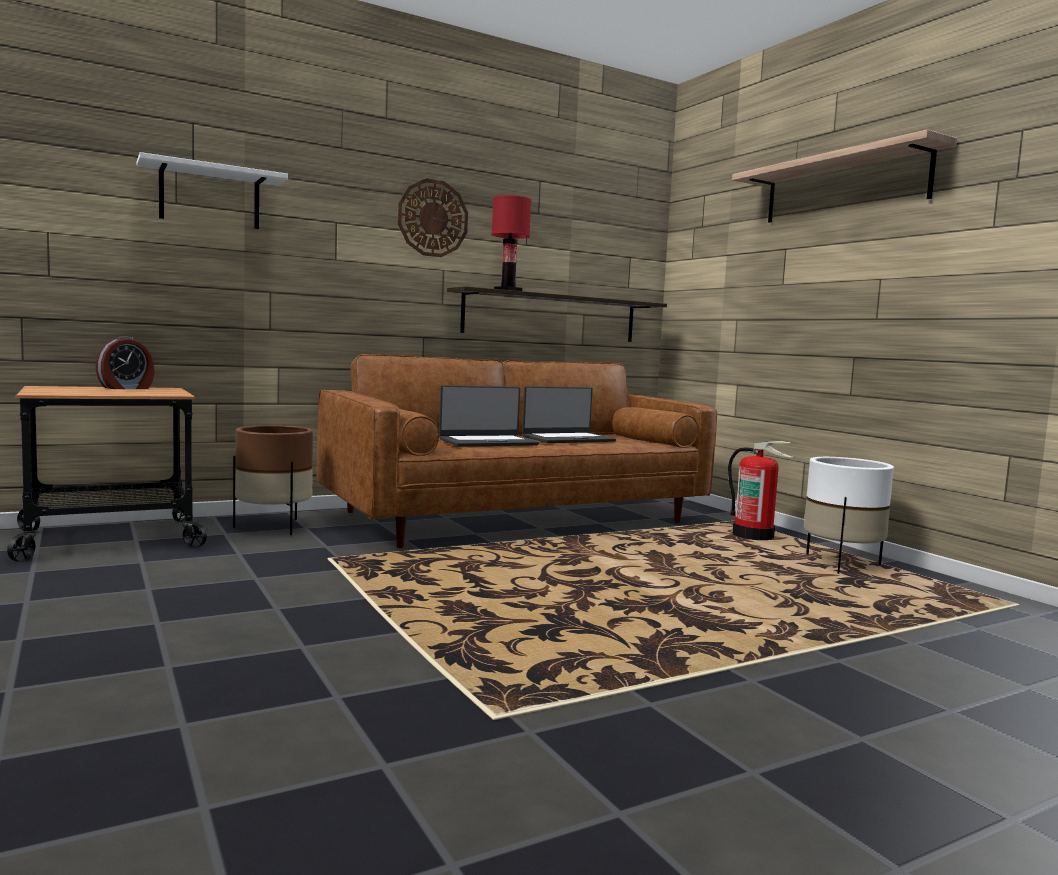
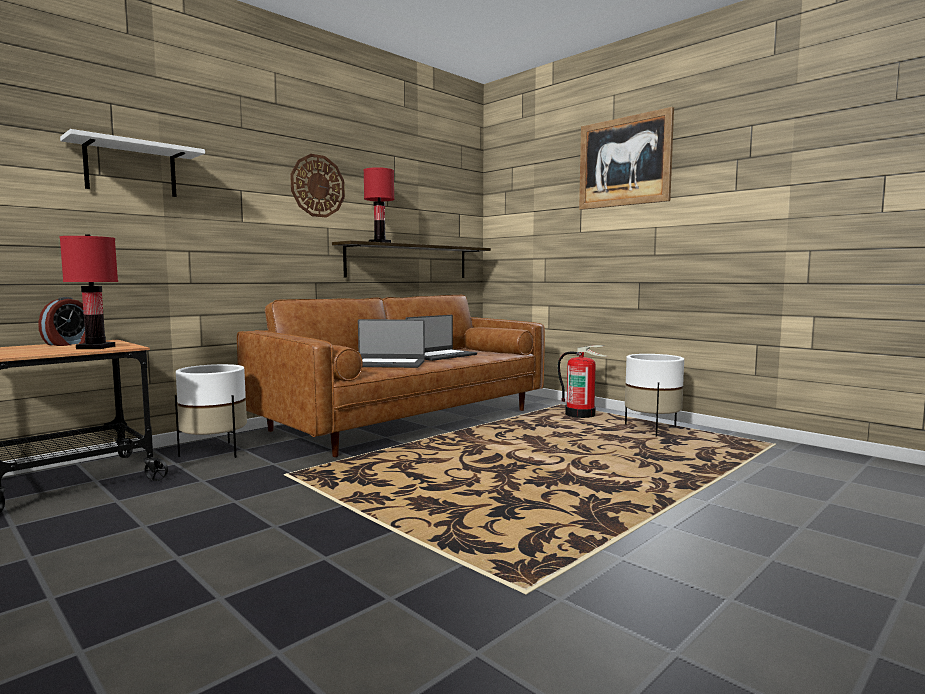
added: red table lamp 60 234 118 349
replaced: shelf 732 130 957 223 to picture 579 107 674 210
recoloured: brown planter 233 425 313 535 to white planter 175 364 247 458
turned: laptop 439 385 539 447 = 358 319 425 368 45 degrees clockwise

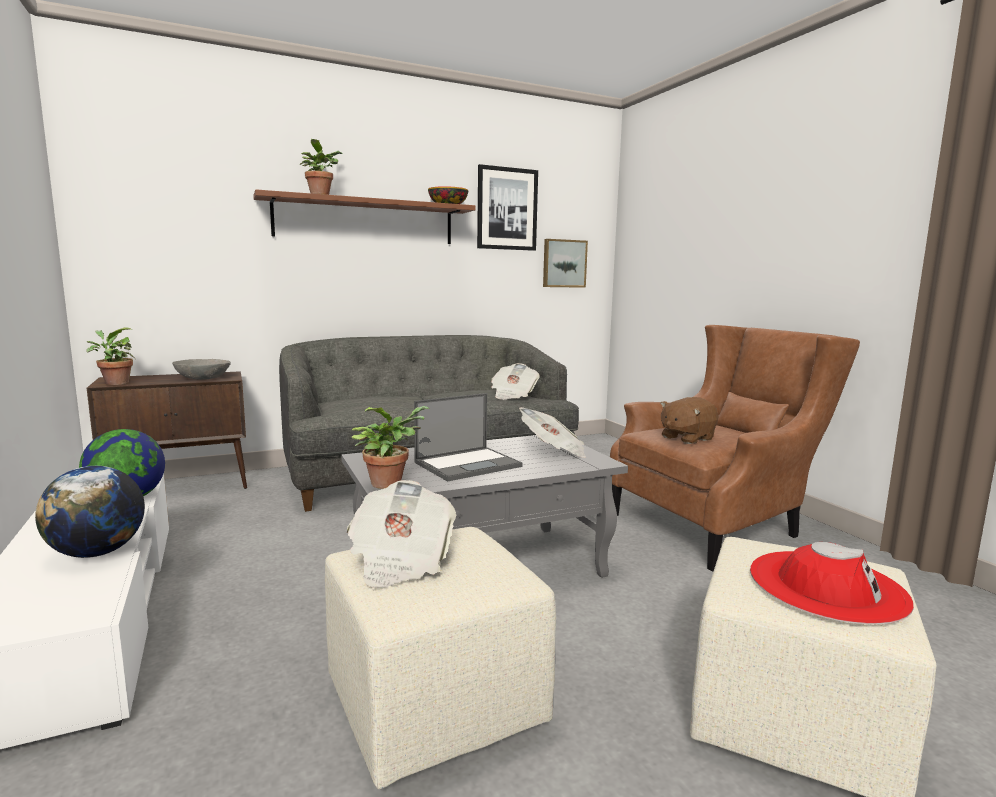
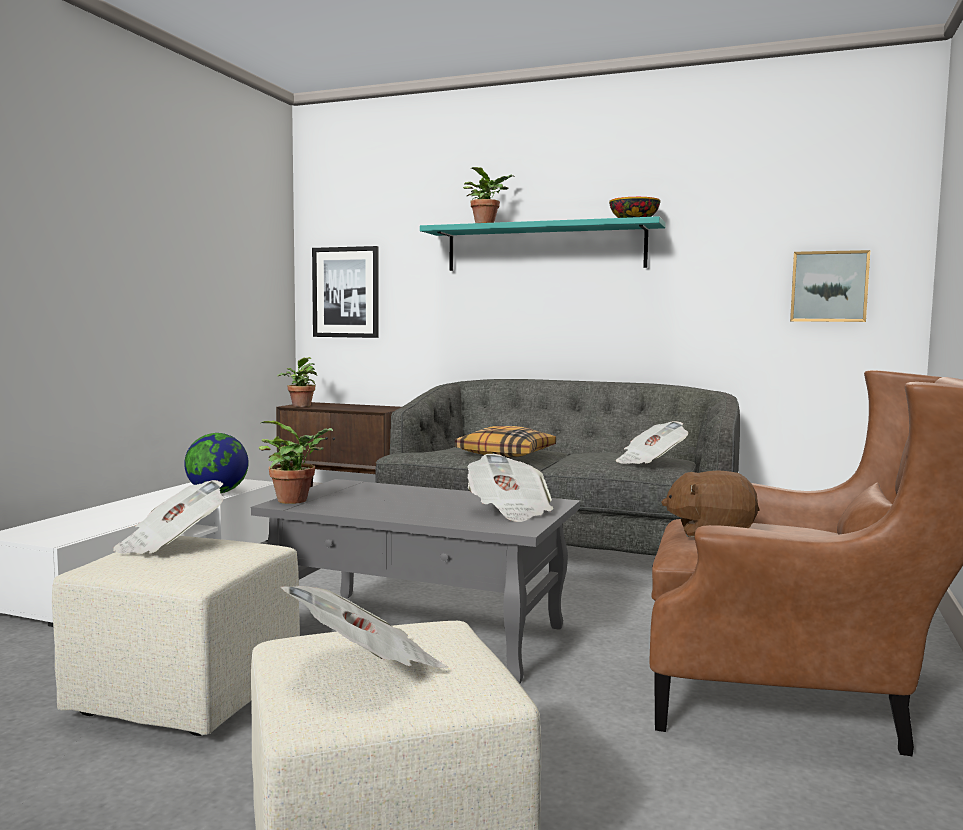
removed: grey bowl 172 359 231 380; laptop 414 393 523 482; globe 35 466 145 558
added: pillow 455 426 556 458
moved: picture 477 164 538 251 to 312 246 379 338
replaced: red hat 750 542 914 624 to newspaper 280 586 449 668
recoloured: brown shelf 253 190 475 244 to turquoise shelf 420 216 666 271

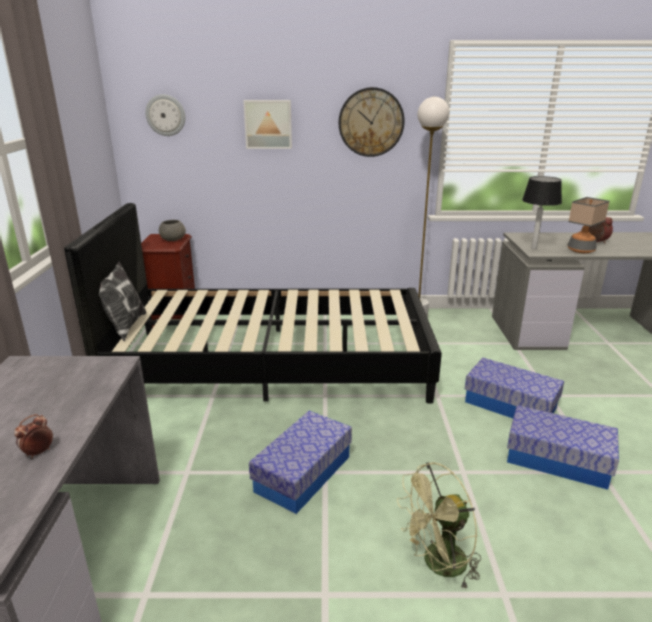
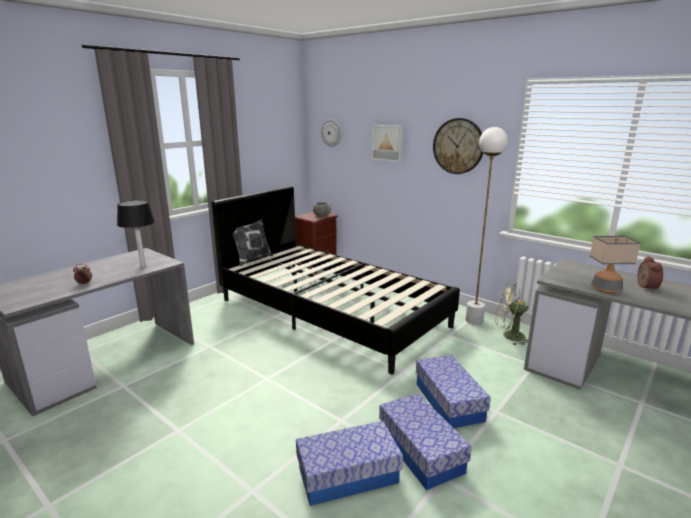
moved: table lamp 522 176 562 249 to 117 200 155 267; storage box 249 411 352 514 to 296 421 403 506; green fan 397 462 481 588 to 495 282 528 345

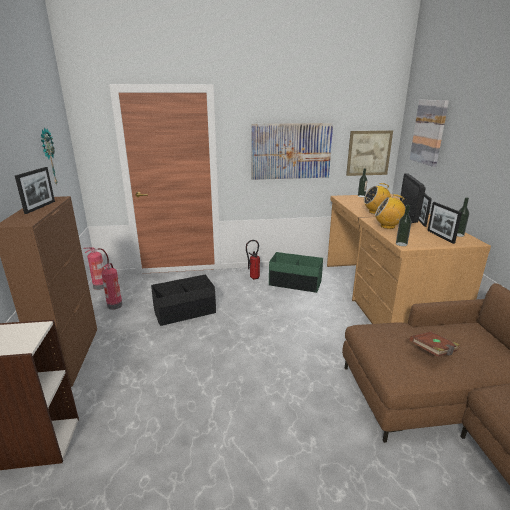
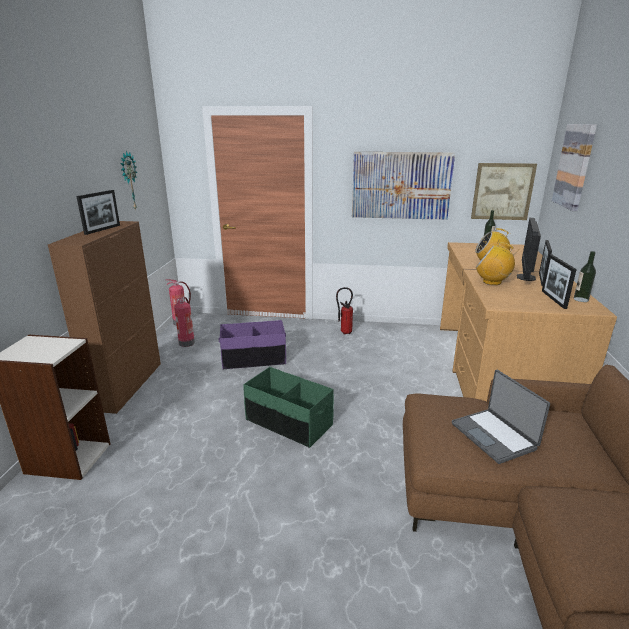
removed: bottle 396 205 411 246
moved: green storage box 269 252 323 293 to 243 367 334 448
replaced: brown book 409 332 460 357 to laptop 451 370 550 464
recoloured: black storage box 151 274 216 326 to purple storage box 219 320 286 369

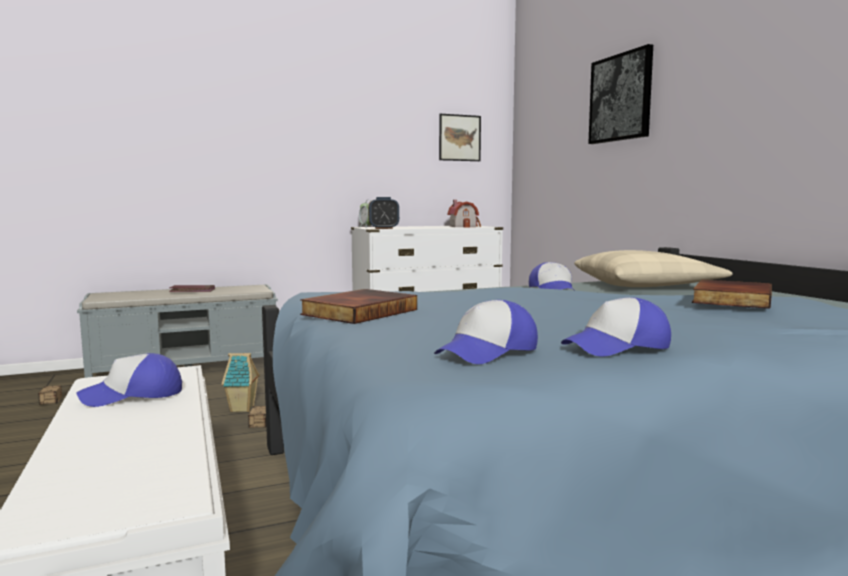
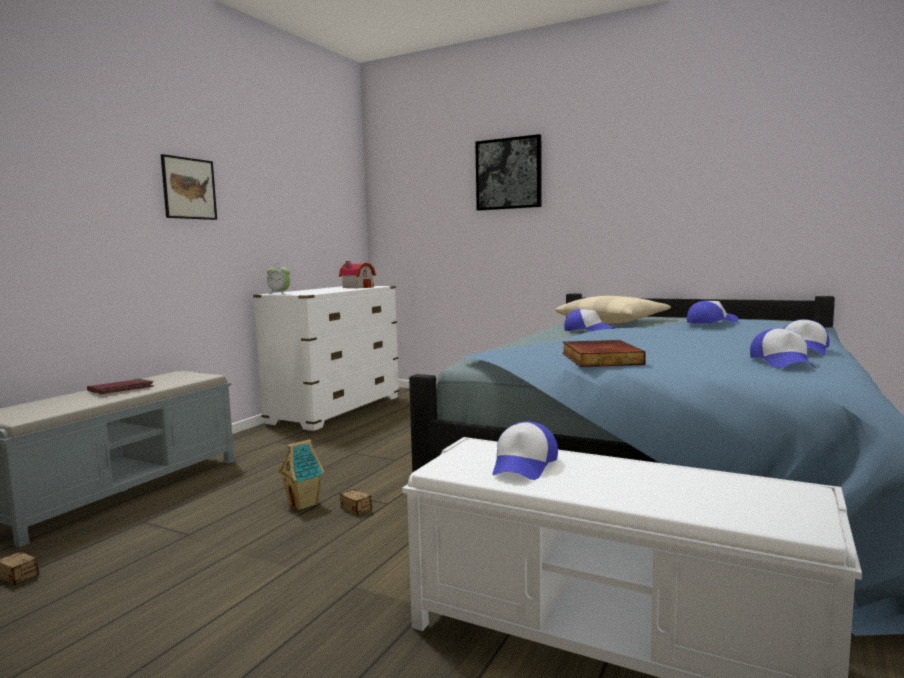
removed: alarm clock 368 197 399 229
moved: picture 439 114 481 161 to 161 154 217 220
replaced: book 692 280 772 309 to cap 687 301 738 324

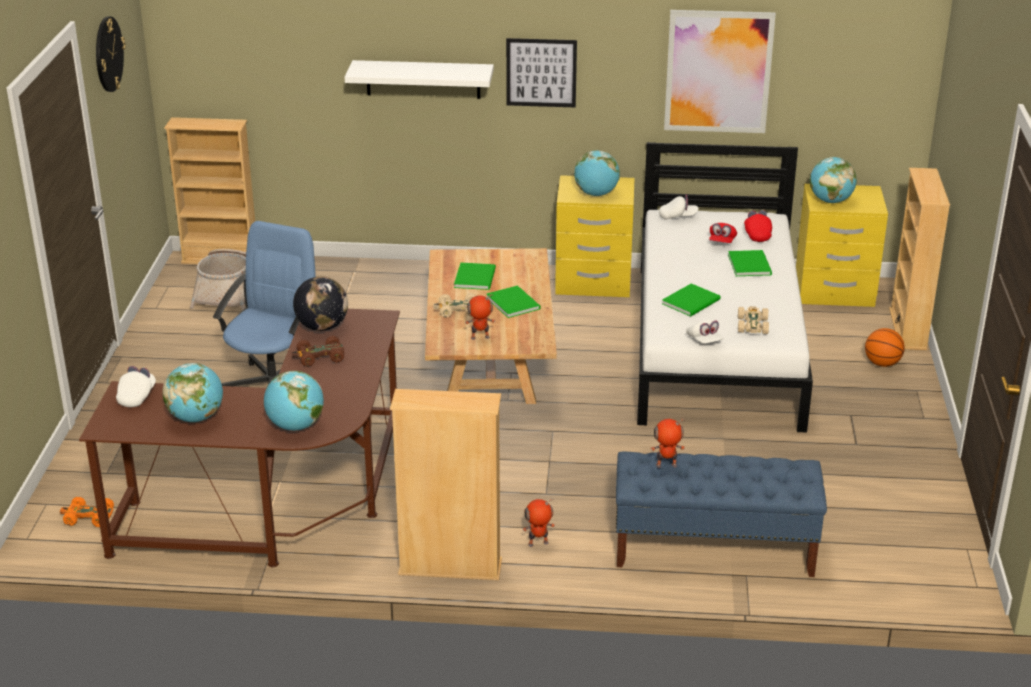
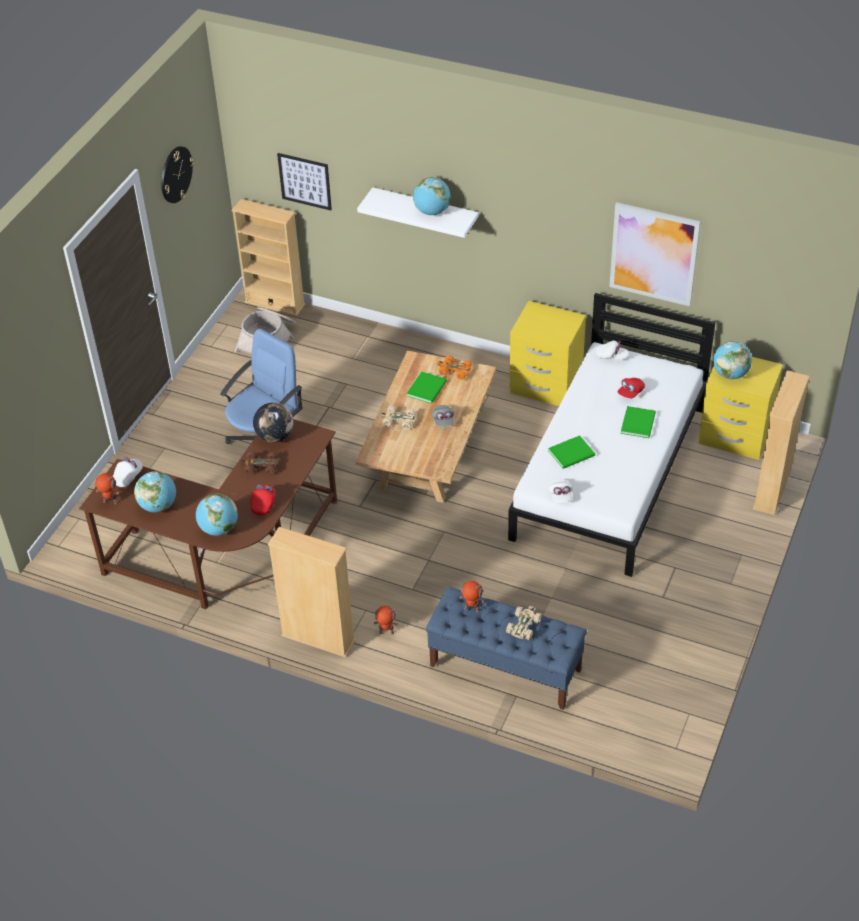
removed: basketball 865 328 905 367
moved: picture 506 38 577 107 to 277 153 332 210; globe 574 150 620 196 to 413 177 451 215; red cap 744 210 772 242 to 251 484 276 515; toy robot 465 294 495 340 to 95 473 119 504; beige toy car 738 306 769 334 to 506 606 542 640; orange toy car 60 497 114 527 to 437 356 472 380
replaced: green book 487 285 541 318 to grey cap 432 405 454 427

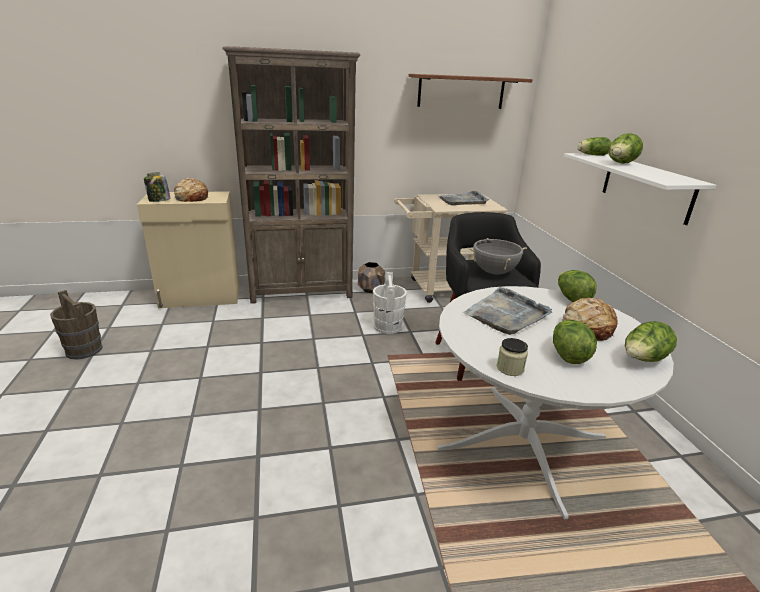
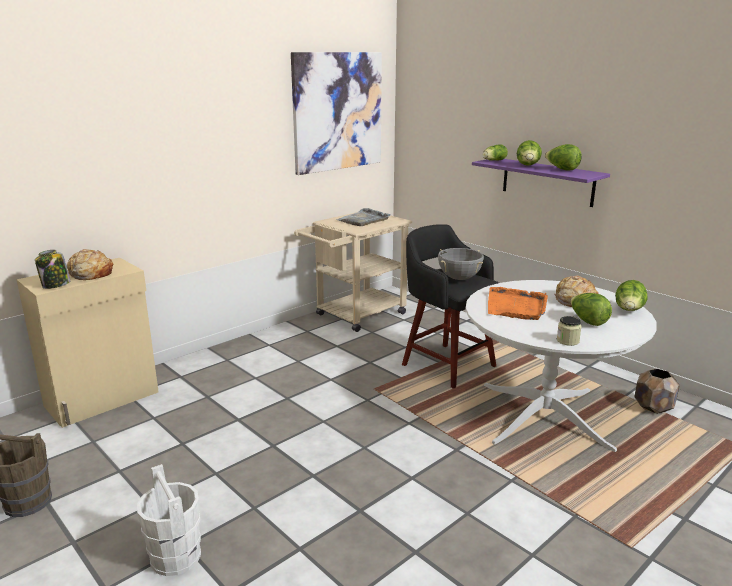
removed: brown bookcase 222 46 360 304
moved: brown planter 358 262 385 293 to 634 369 680 414; lettuce 558 270 597 302 to 545 144 582 171; white bucket 373 272 407 334 to 137 464 201 576
replaced: brown shelf 408 74 533 109 to picture 291 52 382 175
recoloured: white shelf 564 153 716 225 to purple shelf 472 159 610 207; grey tray 463 287 552 335 to orange tray 488 287 548 320

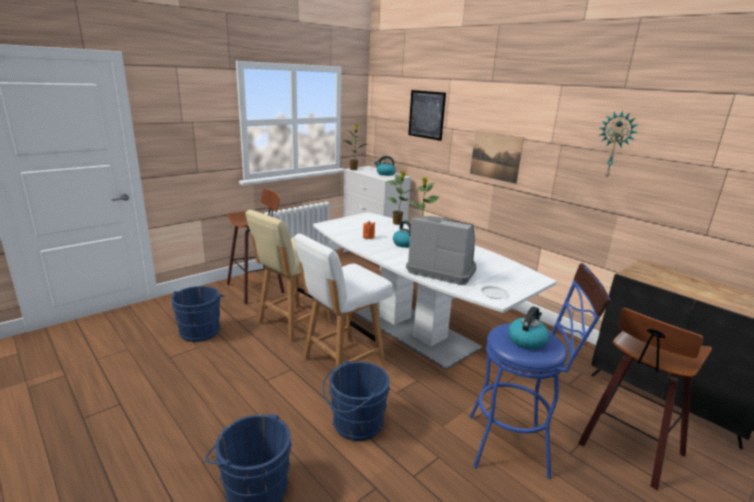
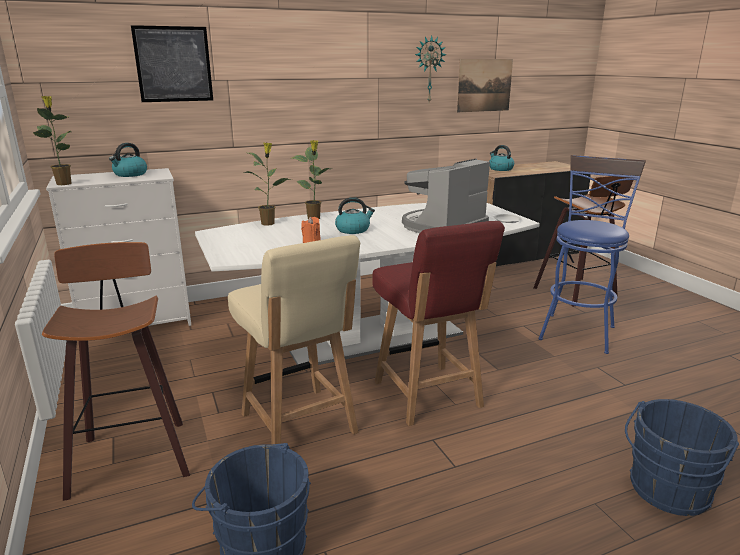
removed: blue bucket 323 360 390 441
moved: picture 470 130 524 184 to 457 59 513 112; kettle 508 306 549 350 to 489 145 514 171
recoloured: white chair 294 234 393 367 to red chair 372 221 505 426

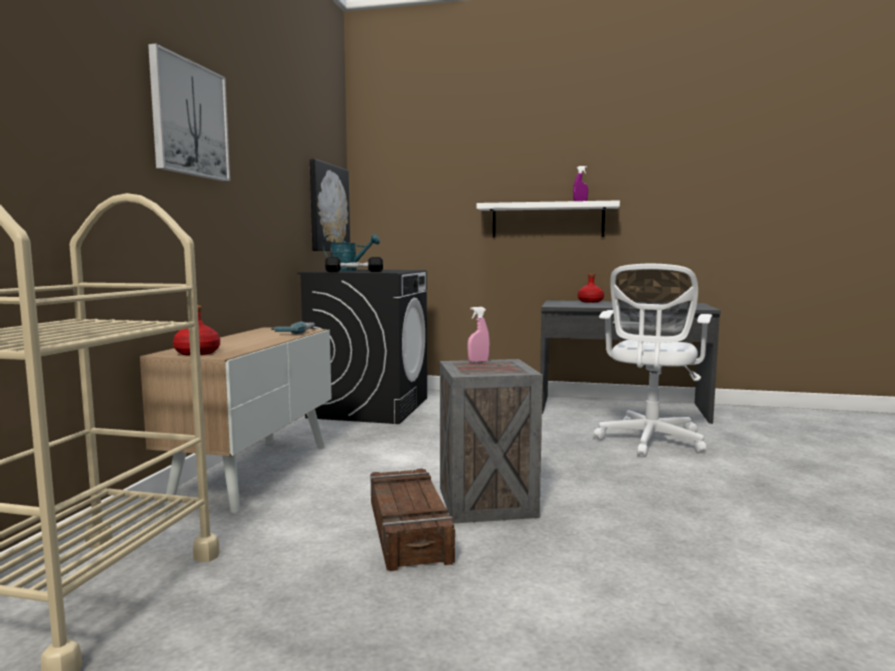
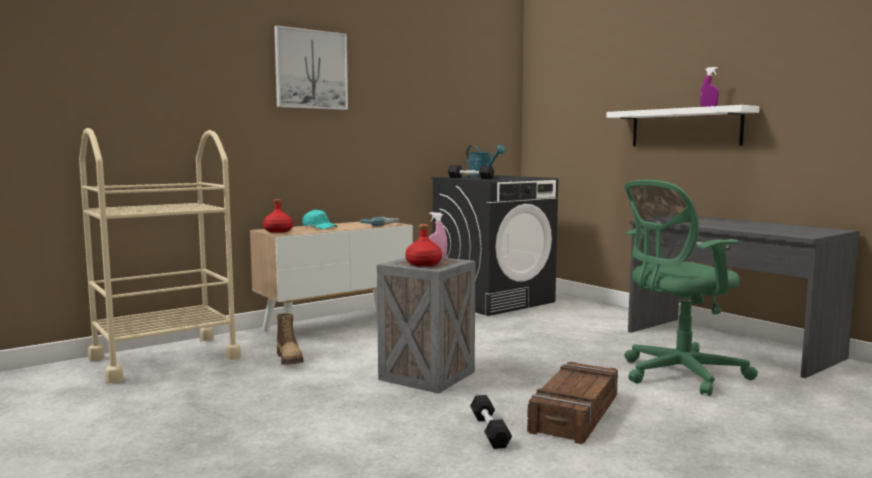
removed: picture 310 159 350 251
added: turquoise cap 302 209 338 229; boot 277 313 304 365; black dumbbell 470 395 512 449
moved: red bottle 578 274 604 303 to 405 224 442 266; crate 371 469 455 571 to 527 362 618 444
recoloured: white office chair 593 264 712 457 to green office chair 624 180 758 396

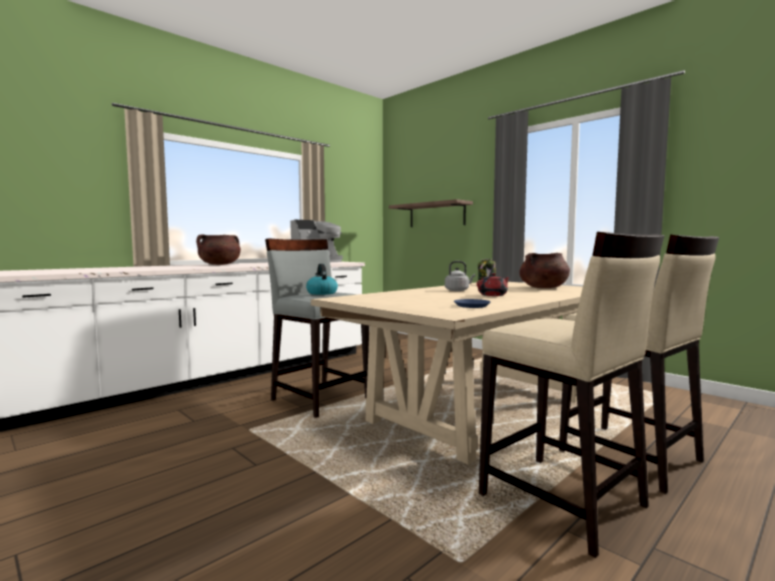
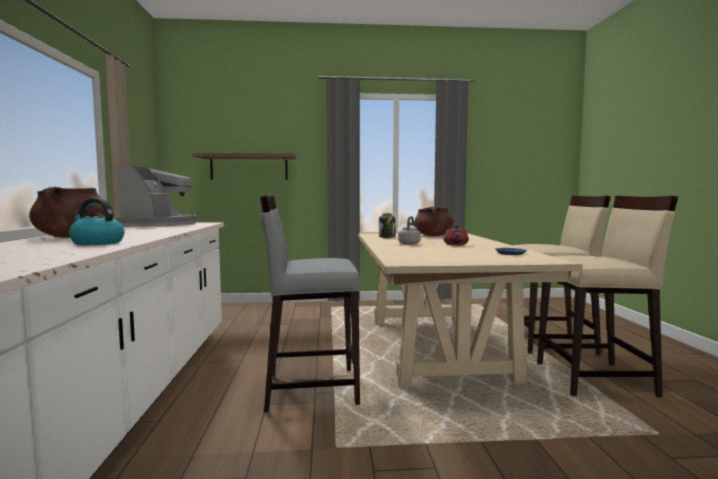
moved: kettle 306 264 338 295 to 69 198 125 245

